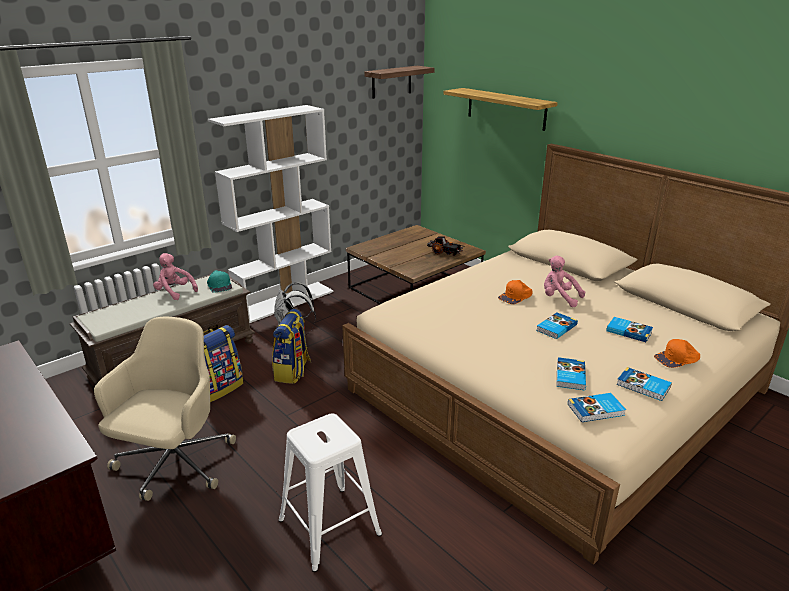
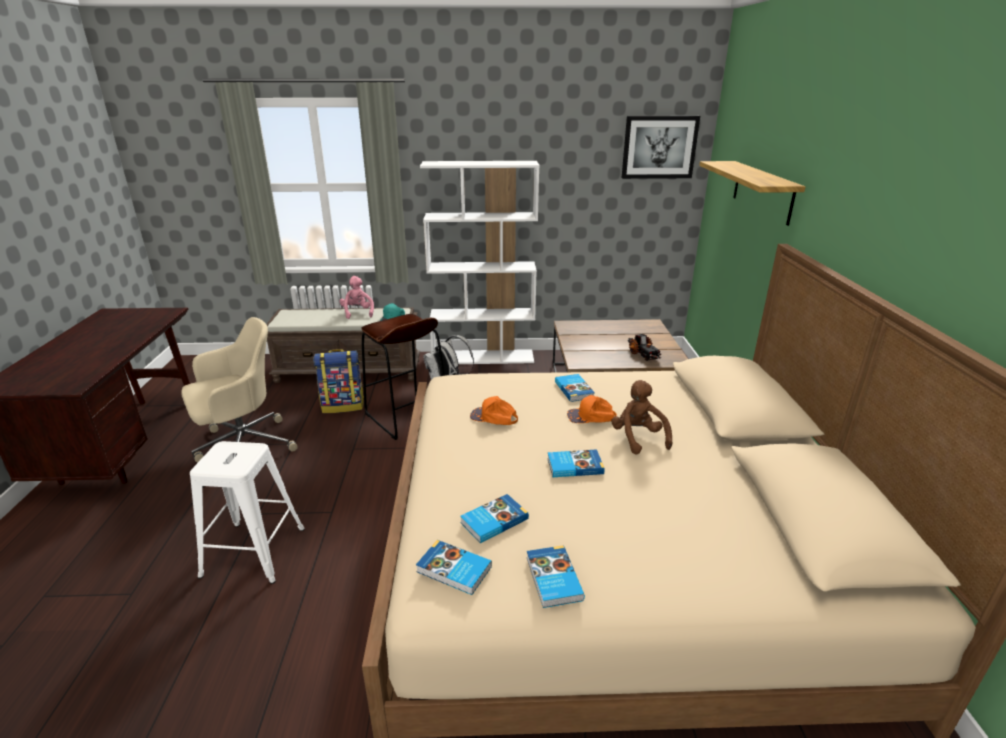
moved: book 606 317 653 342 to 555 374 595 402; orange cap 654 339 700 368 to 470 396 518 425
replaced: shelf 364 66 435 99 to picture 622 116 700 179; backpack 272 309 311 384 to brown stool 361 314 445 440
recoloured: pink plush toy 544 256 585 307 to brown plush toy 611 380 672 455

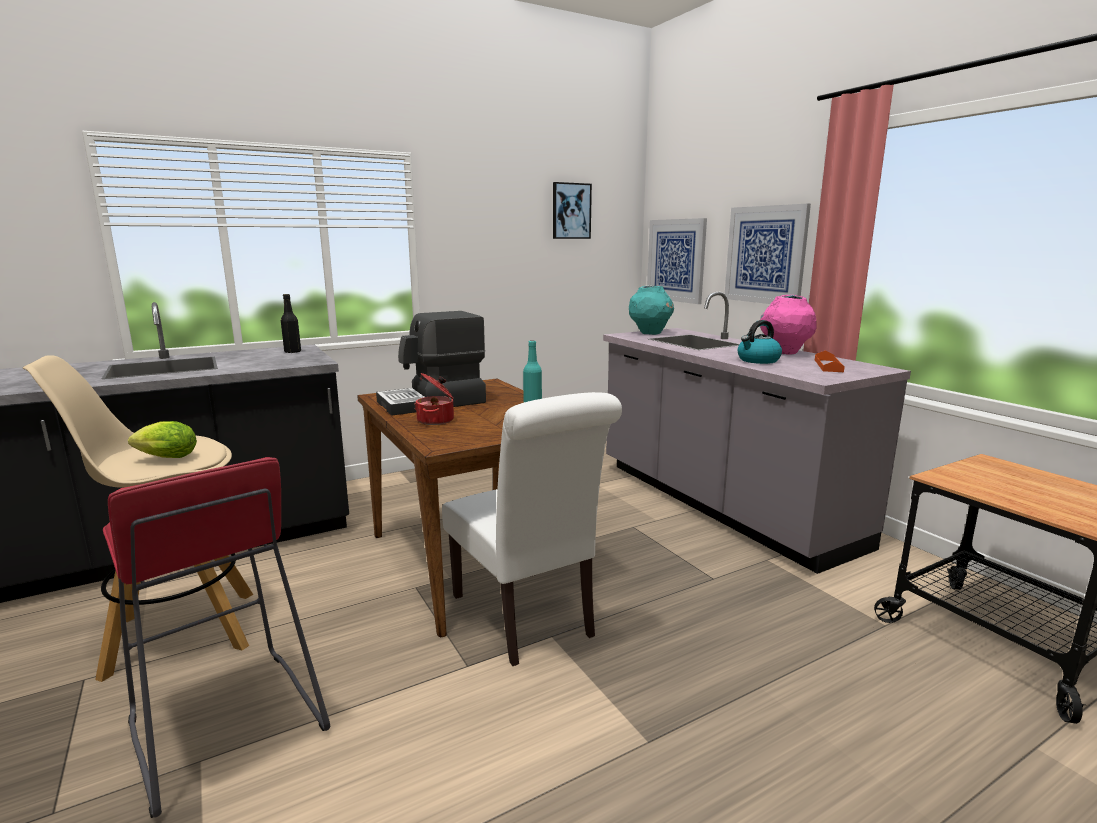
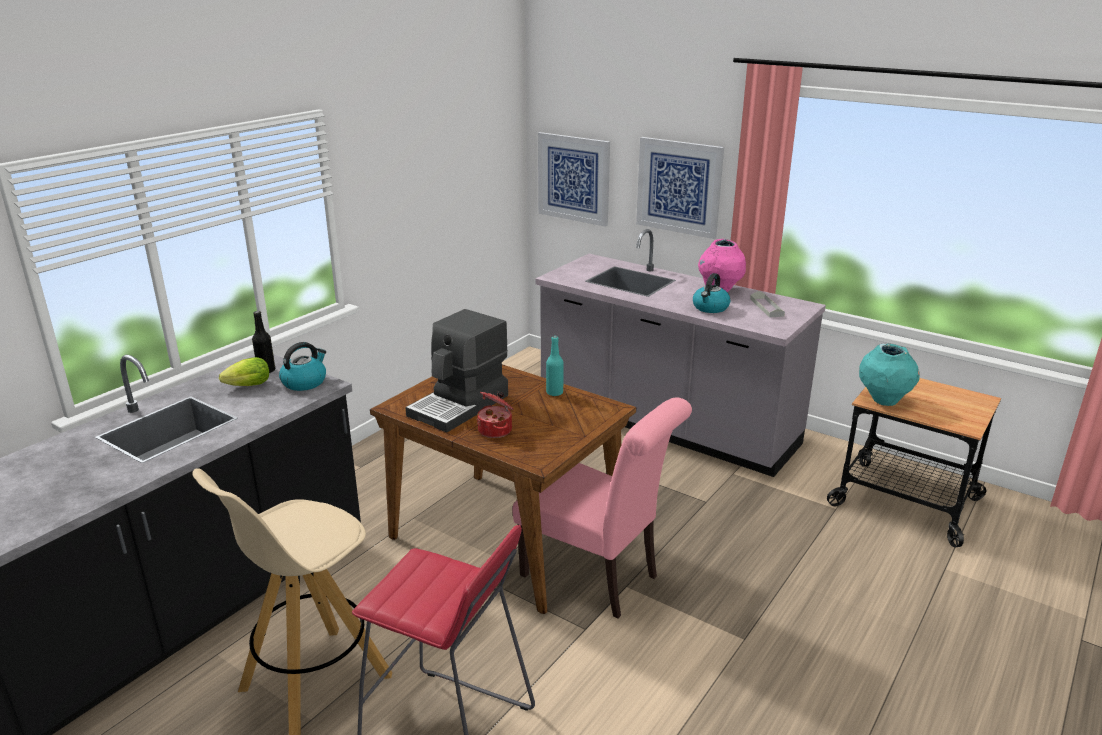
removed: picture 553 182 592 239
added: kettle 279 342 326 391
moved: turquoise vase 629 285 674 335 to 859 344 920 406; lettuce 128 421 197 458 to 219 357 269 386
recoloured: orange tray 815 351 845 372 to grey tray 750 291 785 318; white chair 442 392 622 666 to pink chair 513 397 692 618

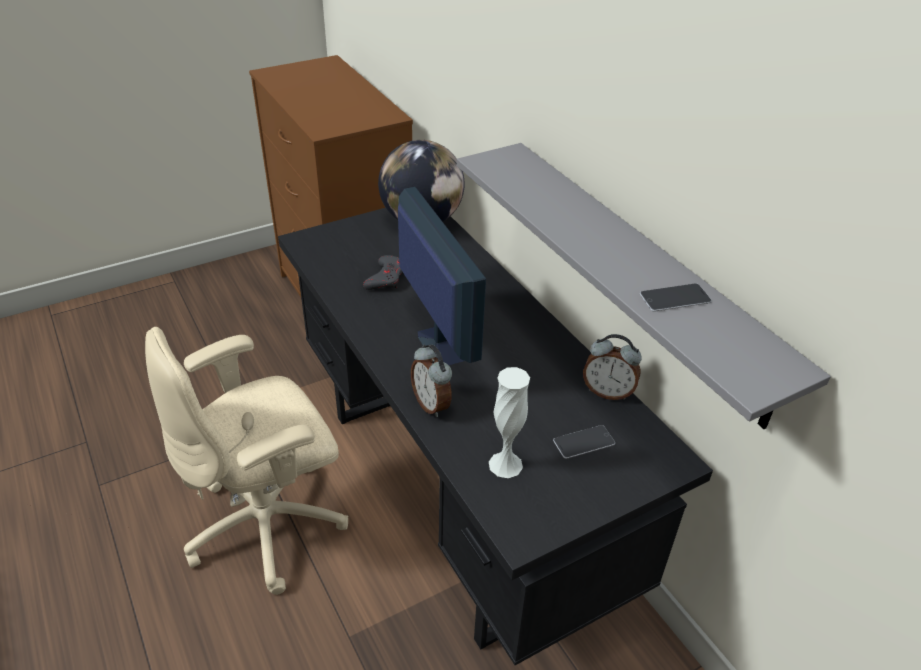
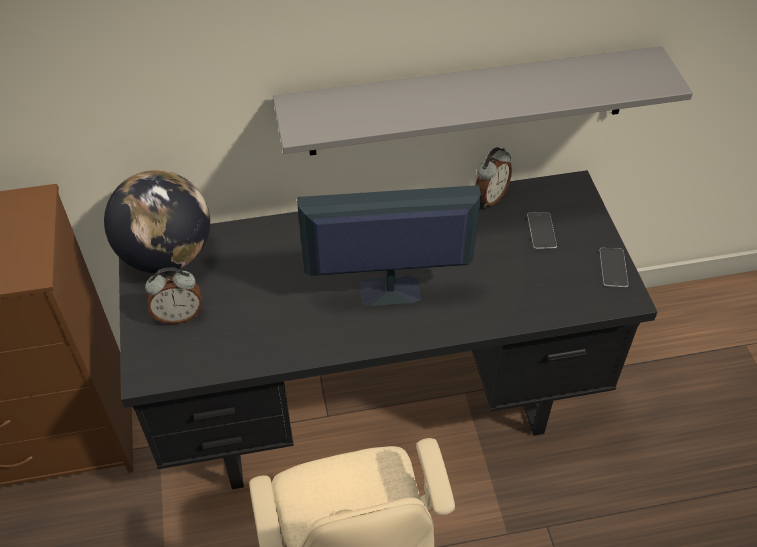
removed: grey game controller 363 255 403 290; white vase 489 367 530 478
moved: phone 640 283 712 312 to 600 248 628 287; alarm clock 411 344 452 417 to 145 267 202 324

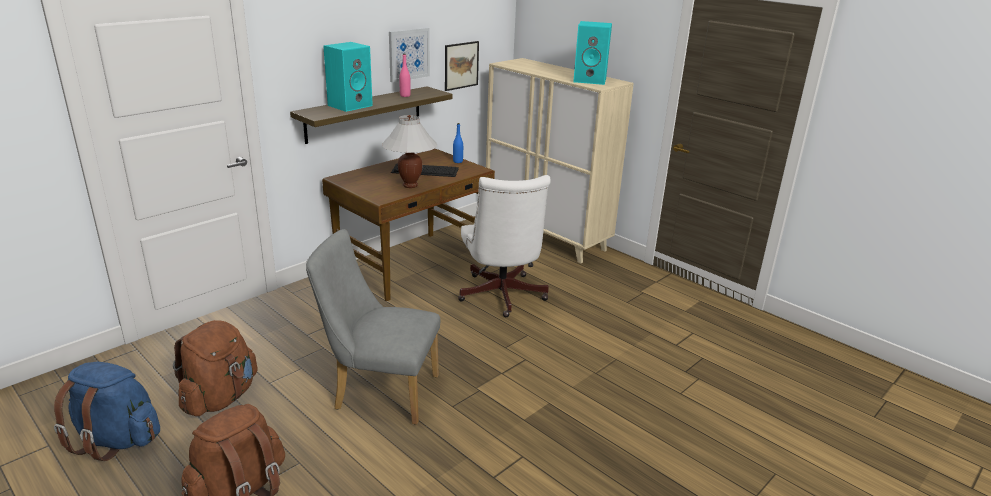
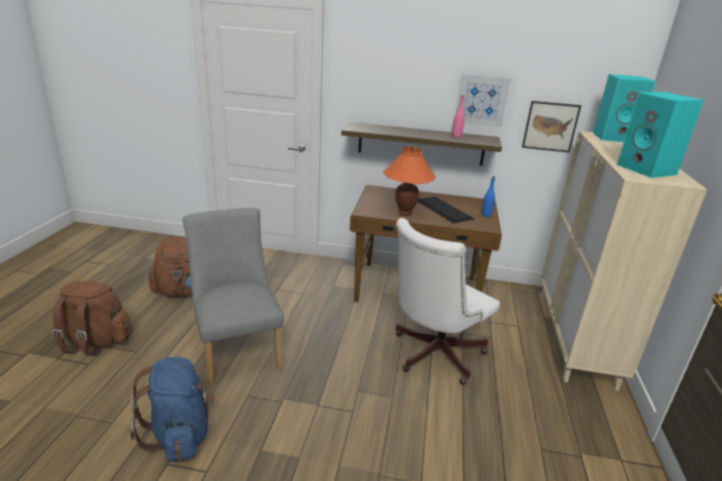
moved: turquoise speaker 323 42 373 112 to 593 74 656 142; blue backpack 54 362 160 461 to 130 357 215 462
recoloured: white table lamp 382 115 437 188 to orange table lamp 383 147 436 216

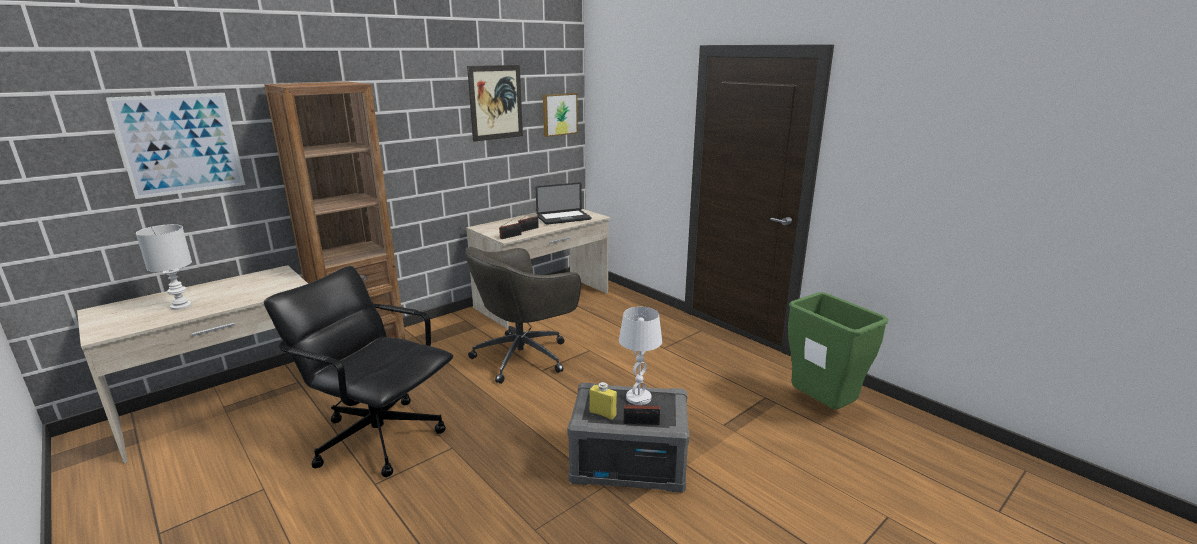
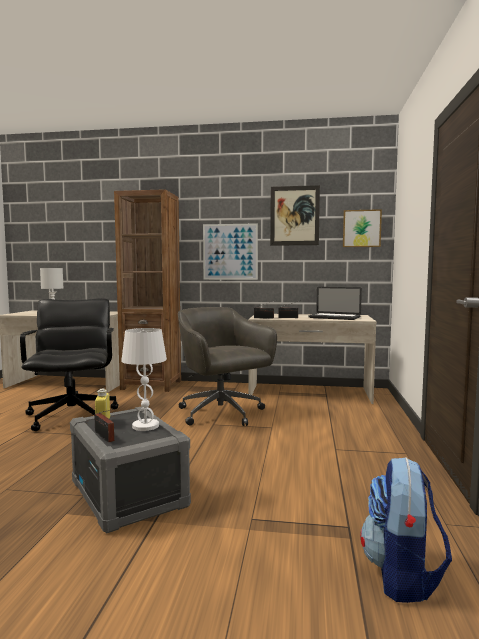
moved: picture 106 93 245 199 to 203 223 258 280
replaced: green trash can 788 292 888 409 to backpack 360 457 452 603
turned: grey office chair 465 247 581 384 = 178 307 277 426 45 degrees clockwise

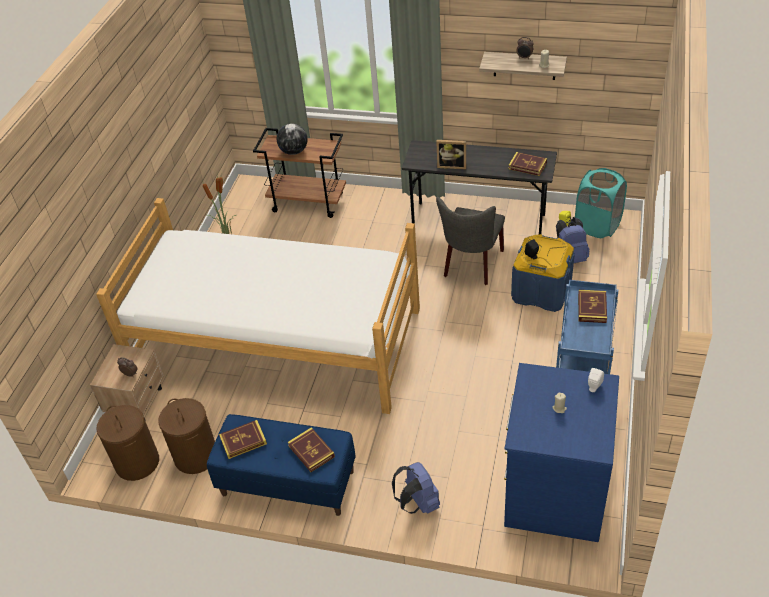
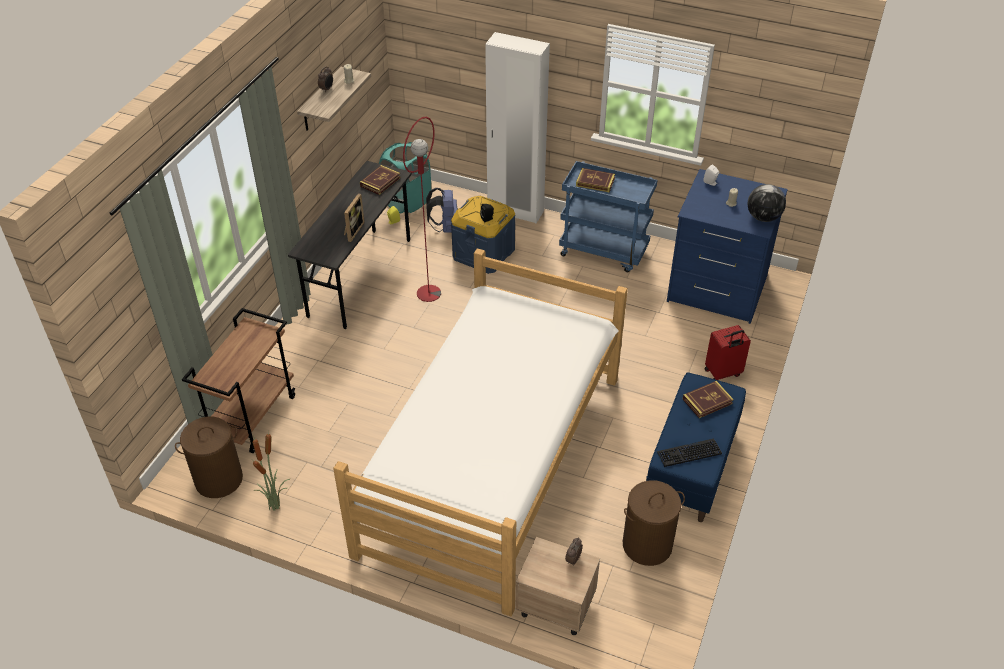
added: white wardrobe 485 32 550 223
moved: globe 277 123 307 155 to 747 184 786 222; brown laundry basket 96 405 159 481 to 175 417 243 498
replaced: grey chair 436 197 505 285 to red floor lamp 403 116 441 302; book 219 420 267 459 to keyboard 657 438 722 467; blue backpack 392 462 440 514 to red suitcase 704 325 751 380

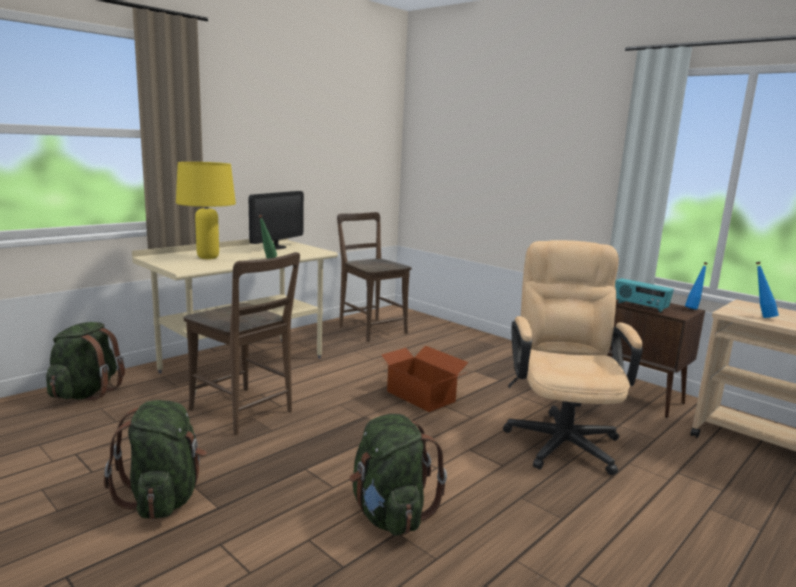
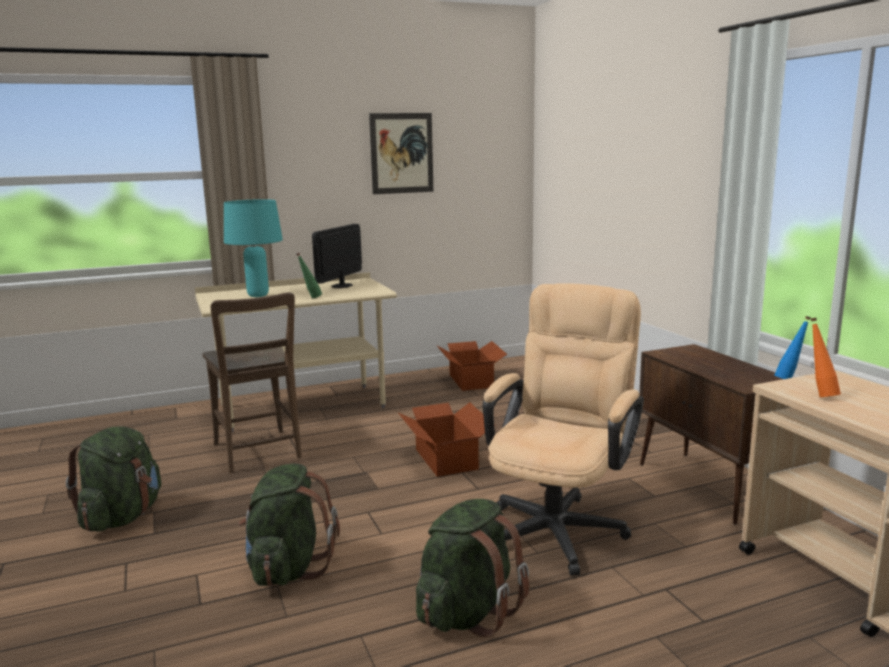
removed: radio 615 278 674 312
added: picture 369 113 434 194
moved: green backpack 46 322 125 401 to 416 499 529 638
replaced: brown chair 337 212 411 342 to cardboard box 436 341 507 391
recoloured: yellow table lamp 176 162 236 259 to turquoise table lamp 224 199 283 297; blue bottle 756 262 779 318 to orange bottle 811 318 841 397
turned: monitor 249 191 304 249 = 312 224 362 288 150 degrees clockwise

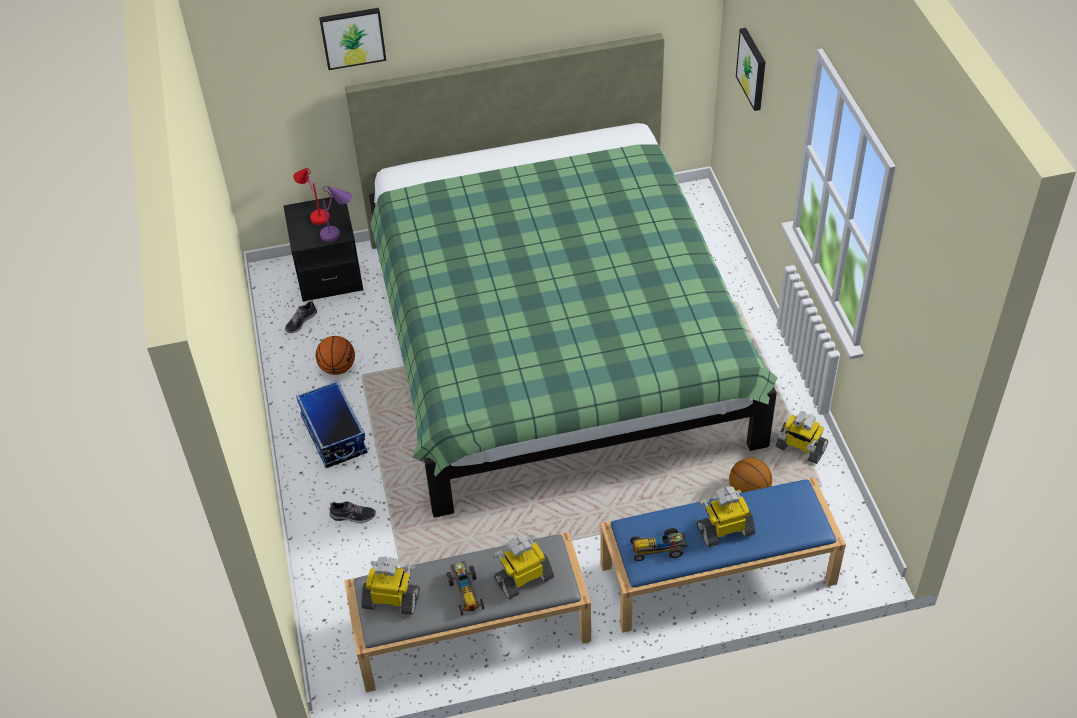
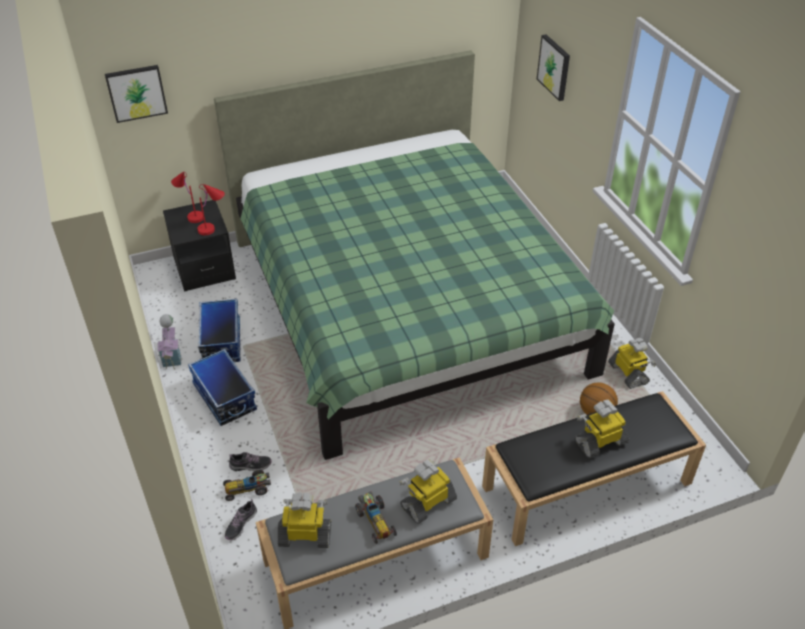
added: toy house 157 314 182 370
moved: picture 319 8 386 70 to 105 65 168 123; shoe 285 299 317 333 to 225 499 257 540; toy car 630 528 687 561 to 223 470 271 501
replaced: basketball 316 336 355 375 to storage box 198 299 240 362
recoloured: purple table lamp 320 186 352 242 to red table lamp 197 184 225 235; blue bench 601 478 846 633 to black bench 482 391 706 546
turned: toy robot 775 411 829 464 = 608 338 656 389 135 degrees counterclockwise

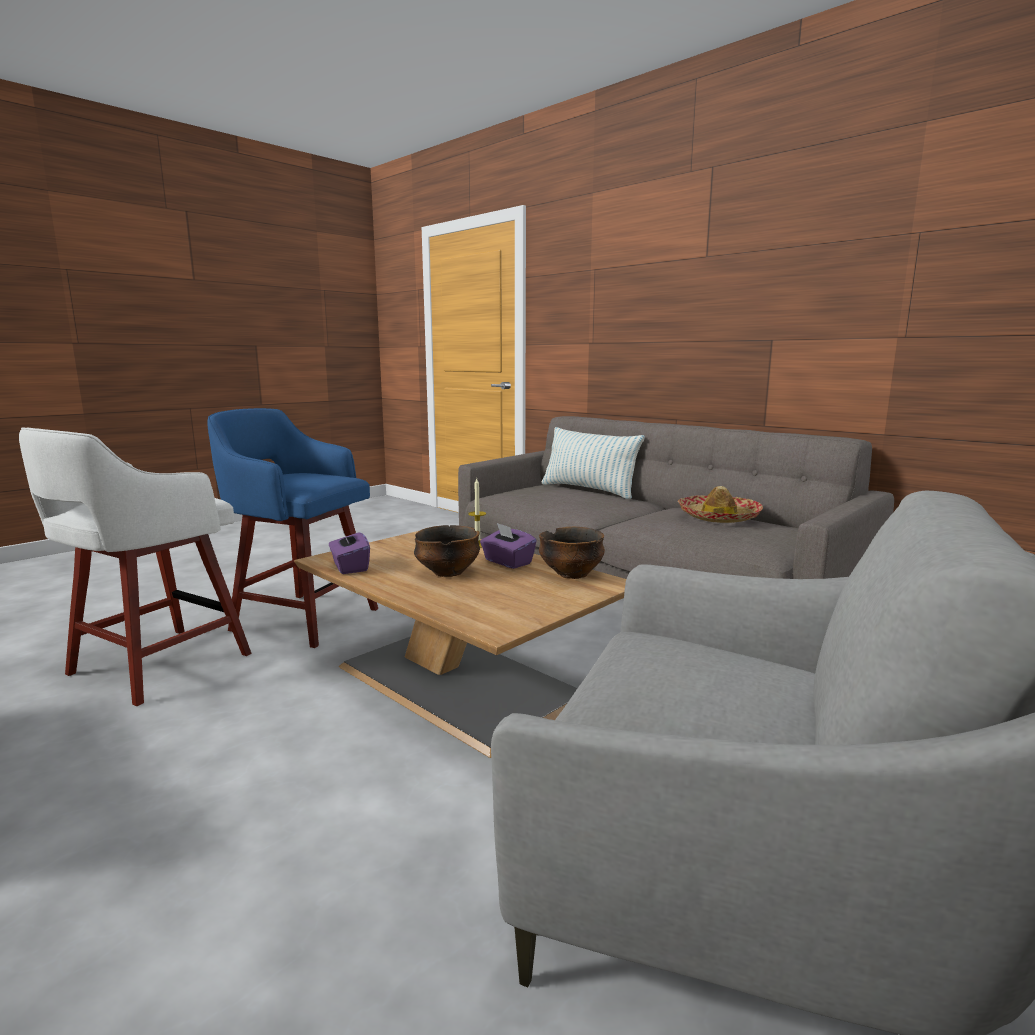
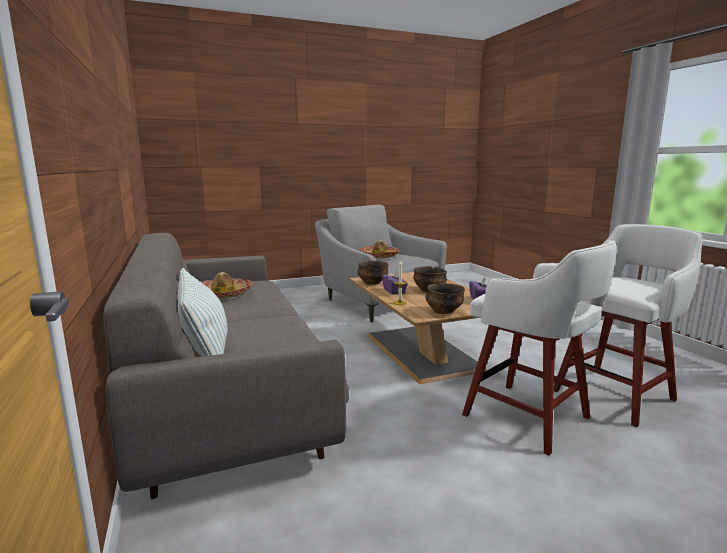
added: hat 360 240 401 259; bowl 425 283 465 314
recoloured: blue stool 207 408 378 648 to white stool 462 240 617 455

